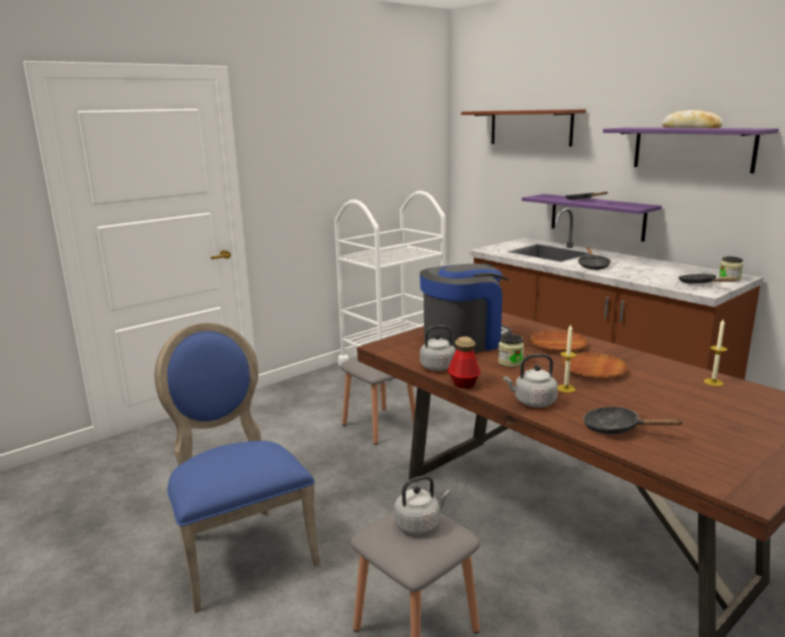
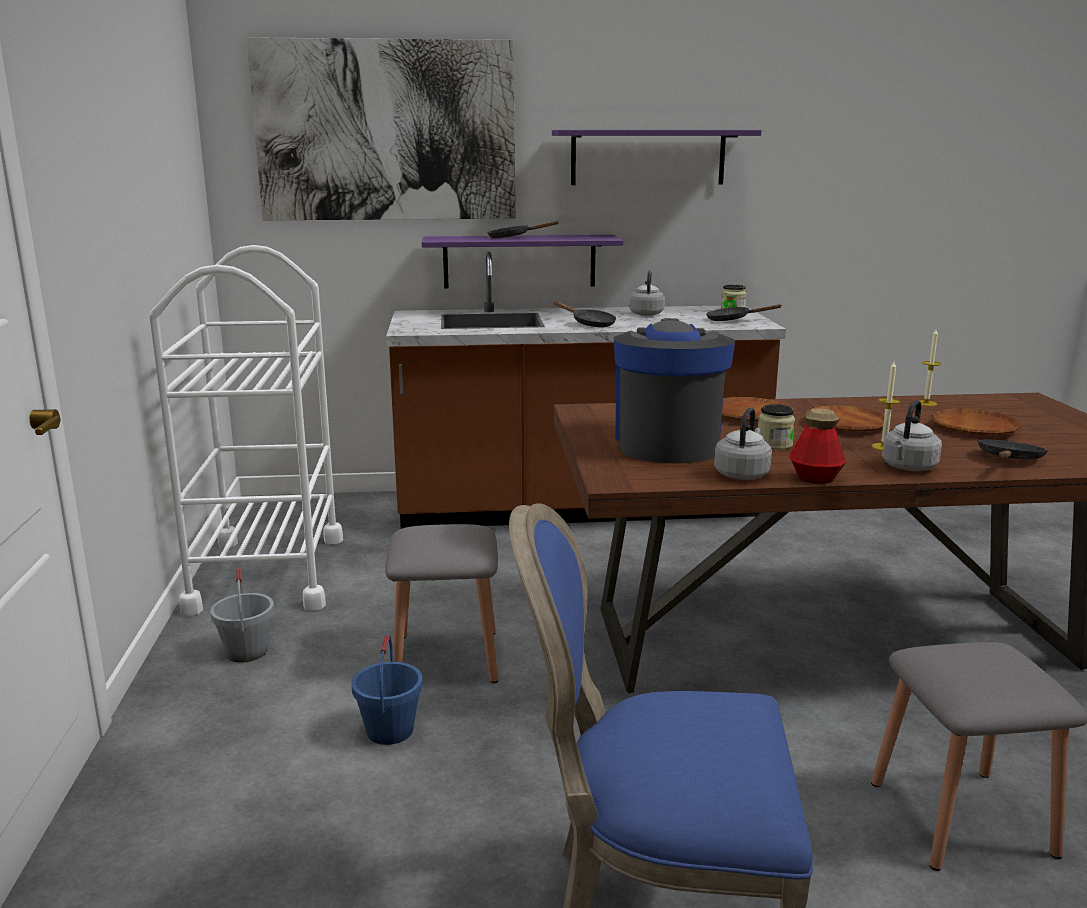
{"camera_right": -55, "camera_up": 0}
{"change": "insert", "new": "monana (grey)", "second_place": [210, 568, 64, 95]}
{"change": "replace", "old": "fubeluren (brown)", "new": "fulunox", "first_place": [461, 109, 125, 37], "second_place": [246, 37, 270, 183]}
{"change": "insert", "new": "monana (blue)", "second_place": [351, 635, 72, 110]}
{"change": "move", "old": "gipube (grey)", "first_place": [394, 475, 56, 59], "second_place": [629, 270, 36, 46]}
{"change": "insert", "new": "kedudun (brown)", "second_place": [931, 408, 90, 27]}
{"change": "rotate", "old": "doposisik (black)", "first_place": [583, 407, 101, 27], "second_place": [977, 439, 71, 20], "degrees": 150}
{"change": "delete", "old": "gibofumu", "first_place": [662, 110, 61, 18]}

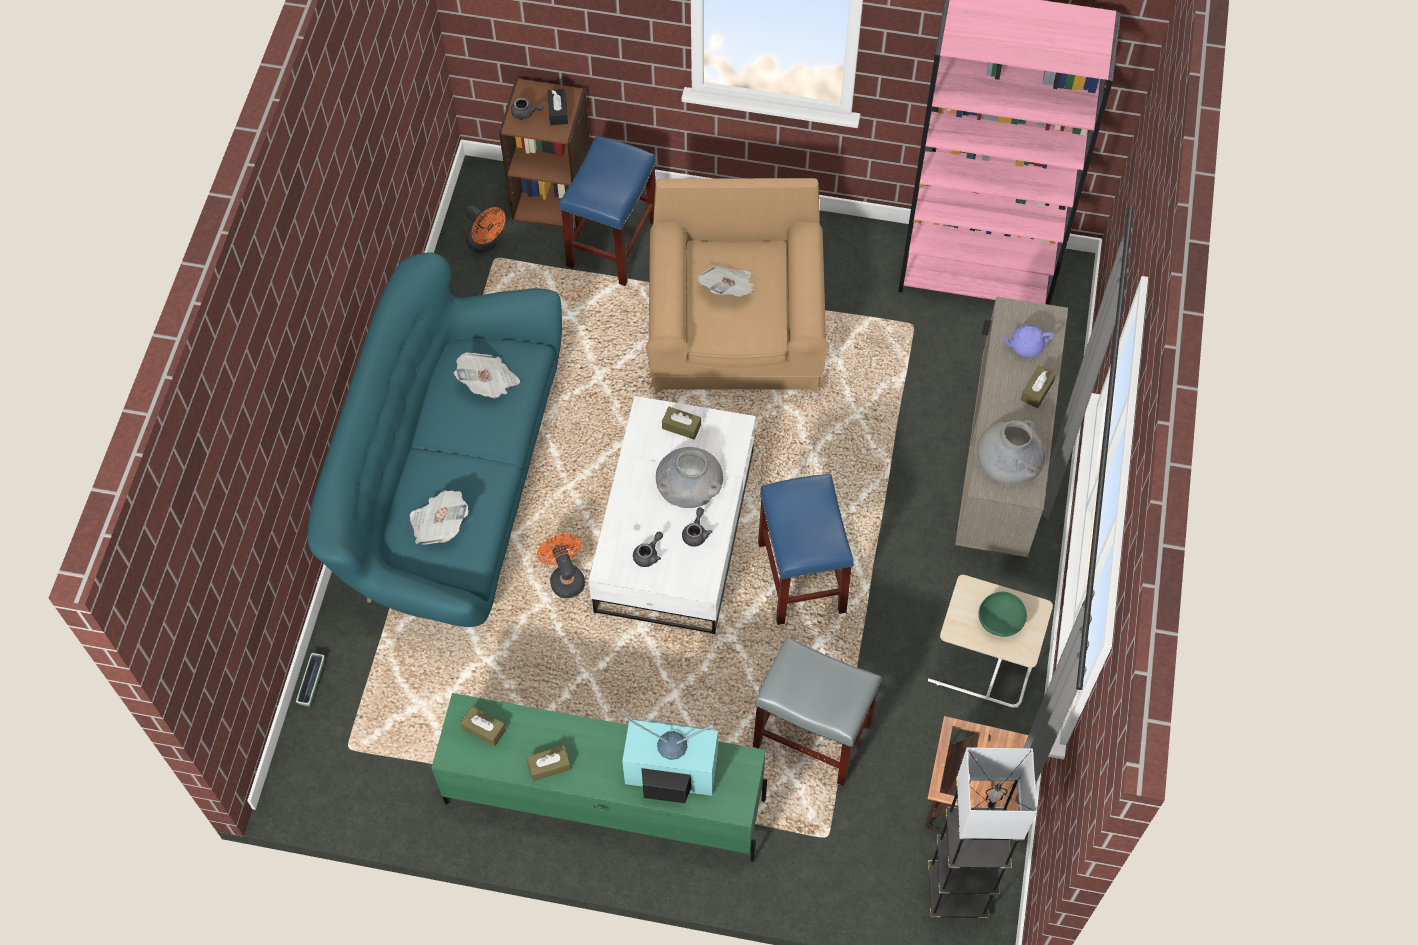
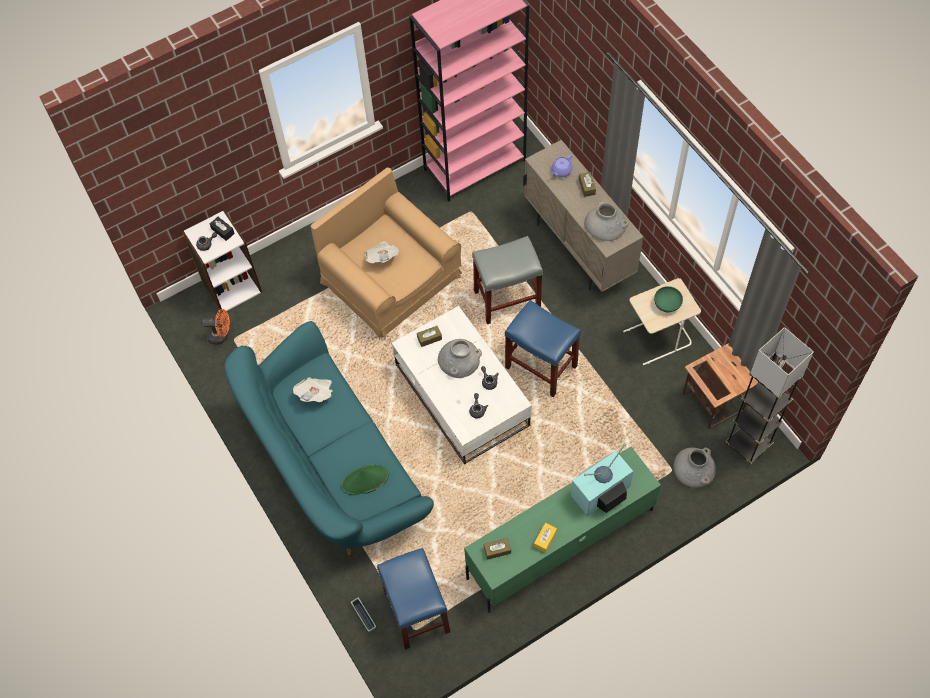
{"camera_right": -40, "camera_up": 0}
{"change": "recolor", "old": "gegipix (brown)", "new": "gegipix (white)", "first_place": [499, 78, 91, 152], "second_place": [182, 210, 80, 103]}
{"change": "replace", "old": "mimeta", "new": "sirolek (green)", "first_place": [410, 490, 58, 55], "second_place": [342, 464, 47, 31]}
{"change": "move", "old": "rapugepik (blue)", "first_place": [560, 136, 96, 150], "second_place": [377, 548, 73, 102]}
{"change": "move", "old": "rapugepik (grey)", "first_place": [753, 637, 129, 149], "second_place": [472, 236, 71, 88]}
{"change": "recolor", "old": "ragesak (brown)", "new": "ragesak (yellow)", "first_place": [526, 745, 45, 36], "second_place": [534, 523, 23, 30]}
{"change": "insert", "new": "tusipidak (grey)", "second_place": [674, 447, 42, 41]}
{"change": "delete", "old": "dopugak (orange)", "first_place": [537, 534, 48, 64]}

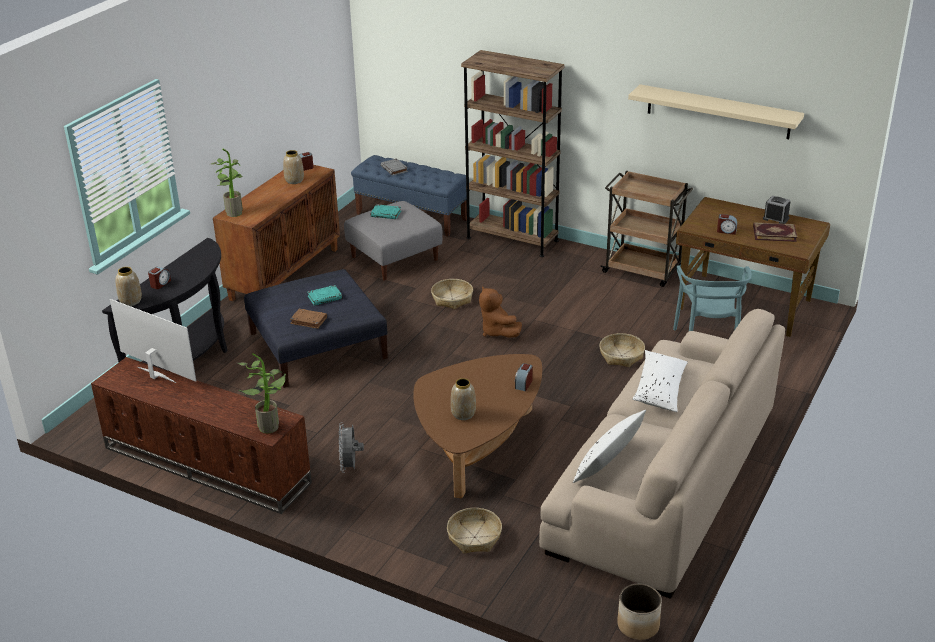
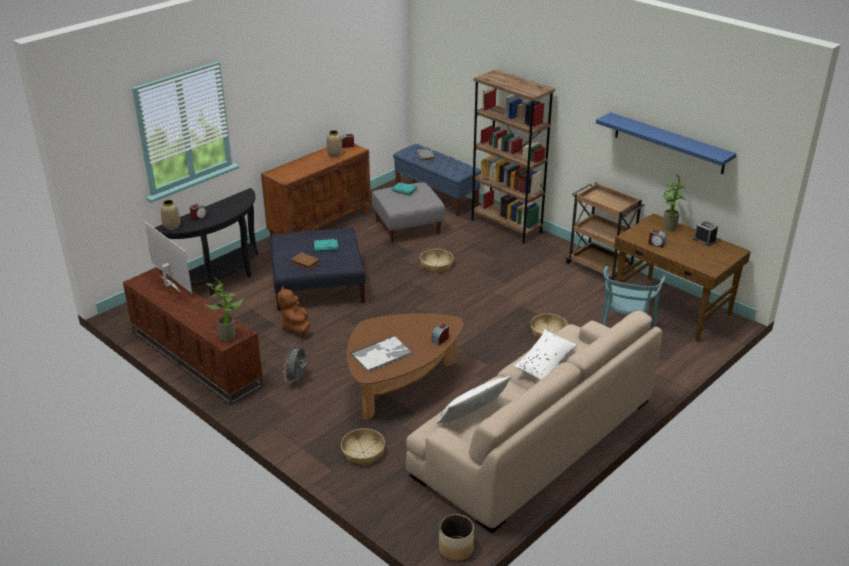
{"camera_right": 15, "camera_up": 0}
{"change": "move", "old": "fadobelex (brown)", "first_place": [479, 286, 43, 52], "second_place": [278, 286, 32, 48]}
{"change": "replace", "old": "tusipidak", "new": "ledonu", "first_place": [451, 378, 25, 42], "second_place": [350, 335, 63, 37]}
{"change": "recolor", "old": "fubeluren (beige)", "new": "fubeluren (blue)", "first_place": [628, 84, 176, 55], "second_place": [596, 112, 140, 62]}
{"change": "move", "old": "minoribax", "first_place": [211, 149, 32, 68], "second_place": [663, 174, 23, 57]}
{"change": "delete", "old": "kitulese", "first_place": [753, 222, 44, 20]}

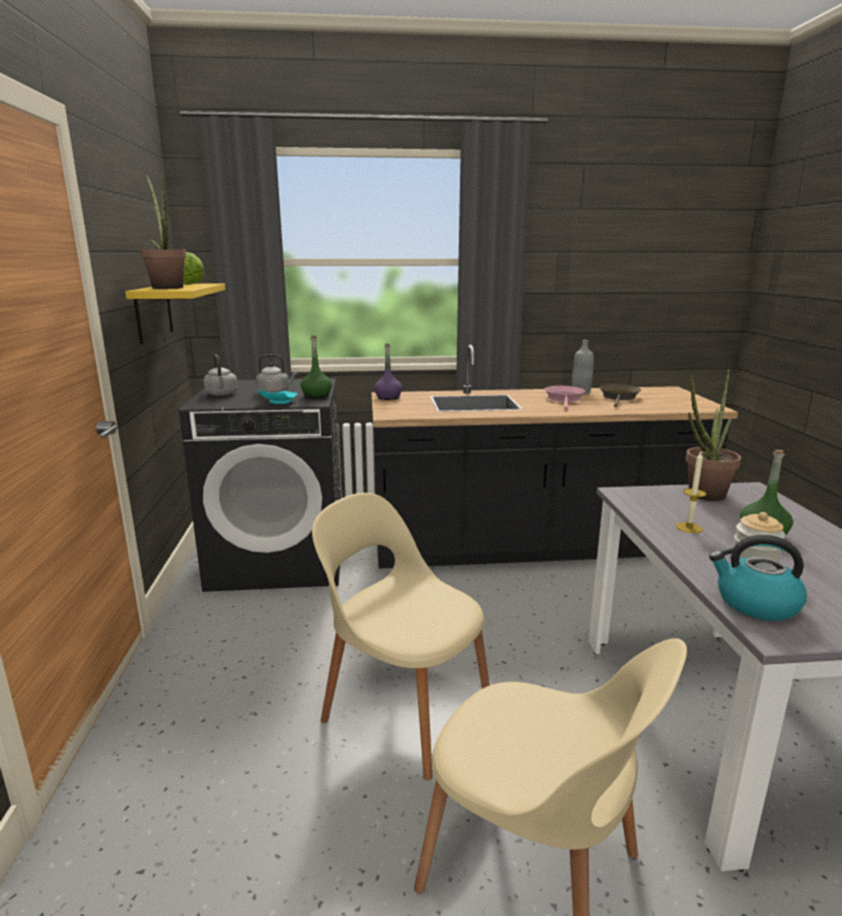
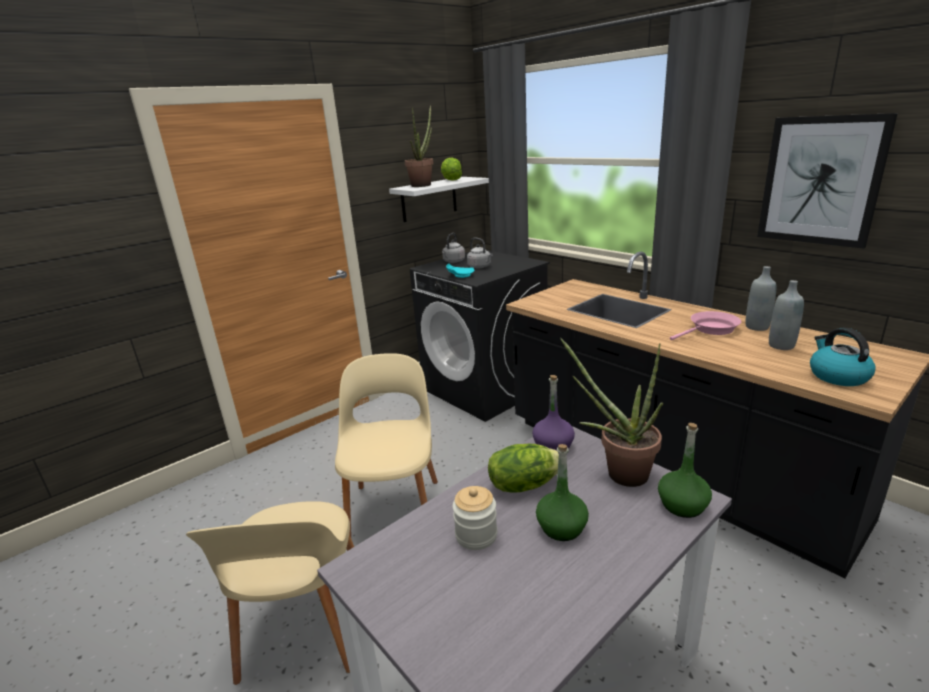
{"camera_right": 55, "camera_up": 5}
{"change": "recolor", "old": "fubeluren (yellow)", "new": "fubeluren (white)", "first_place": [125, 284, 100, 60], "second_place": [389, 177, 100, 45]}
{"change": "replace", "old": "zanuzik", "new": "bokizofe", "first_place": [676, 452, 30, 81], "second_place": [488, 444, 71, 48]}
{"change": "move", "old": "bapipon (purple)", "first_place": [374, 344, 28, 56], "second_place": [532, 375, 43, 75]}
{"change": "move", "old": "bapipon (green)", "first_place": [300, 336, 32, 62], "second_place": [658, 423, 54, 95]}
{"change": "insert", "new": "fulunox", "second_place": [757, 113, 141, 136]}
{"change": "replace", "old": "doposisik (brown)", "new": "bapipon (grey)", "first_place": [599, 384, 42, 23], "second_place": [769, 280, 35, 70]}
{"change": "move", "old": "gipube", "first_place": [709, 535, 98, 86], "second_place": [810, 327, 66, 59]}

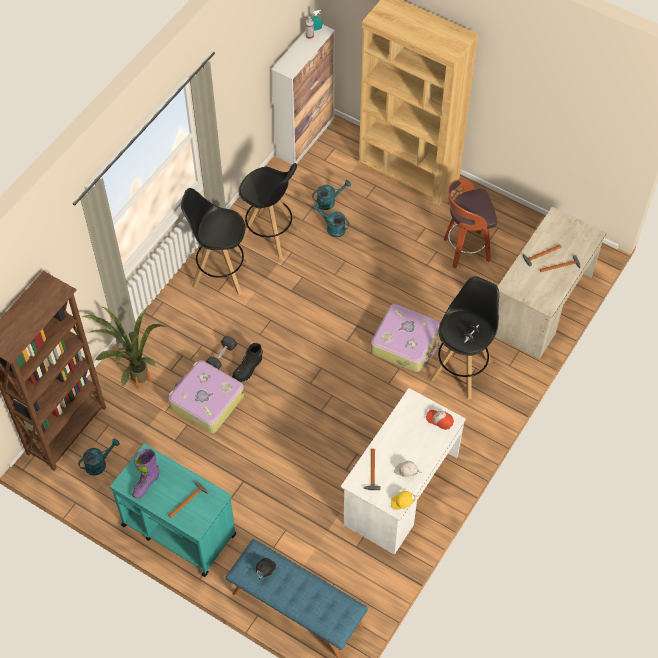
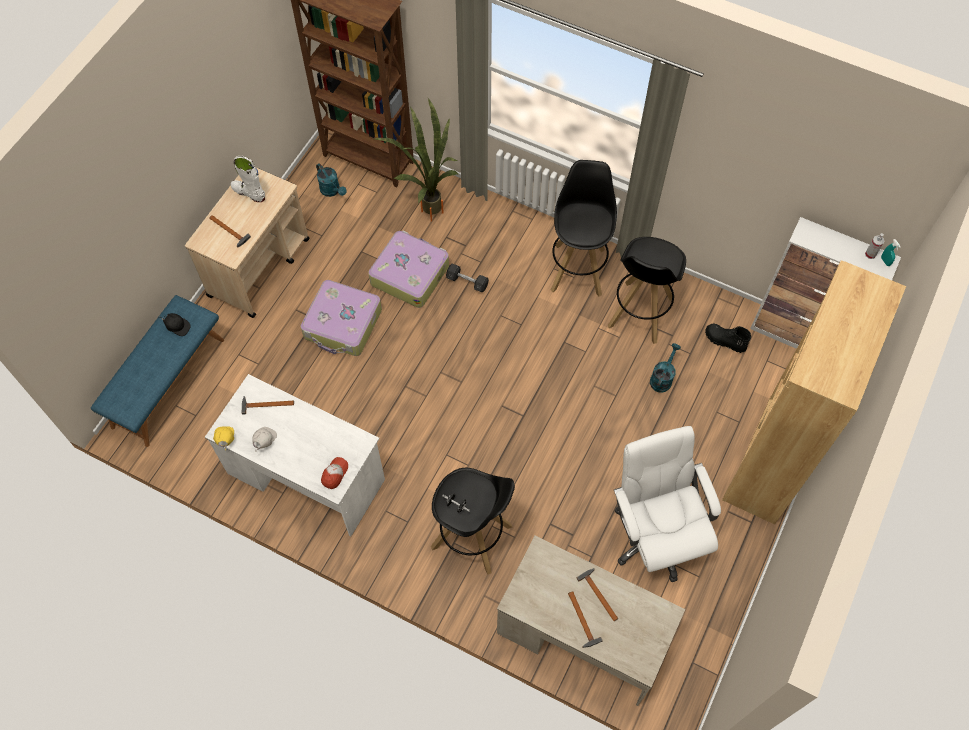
{"camera_right": 85, "camera_up": 5}
{"change": "recolor", "old": "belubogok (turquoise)", "new": "belubogok (beige)", "first_place": [110, 444, 126, 133], "second_place": [185, 167, 125, 151]}
{"change": "recolor", "old": "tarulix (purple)", "new": "tarulix (white)", "first_place": [132, 449, 27, 49], "second_place": [231, 156, 34, 46]}
{"change": "move", "old": "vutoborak", "first_place": [371, 304, 69, 68], "second_place": [301, 280, 81, 76]}
{"change": "replace", "old": "rapugepik", "new": "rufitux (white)", "first_place": [443, 179, 54, 89], "second_place": [614, 426, 107, 156]}
{"change": "move", "old": "tarulix (black)", "first_place": [232, 343, 31, 39], "second_place": [705, 323, 46, 30]}
{"change": "delete", "old": "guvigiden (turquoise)", "first_place": [312, 180, 39, 30]}

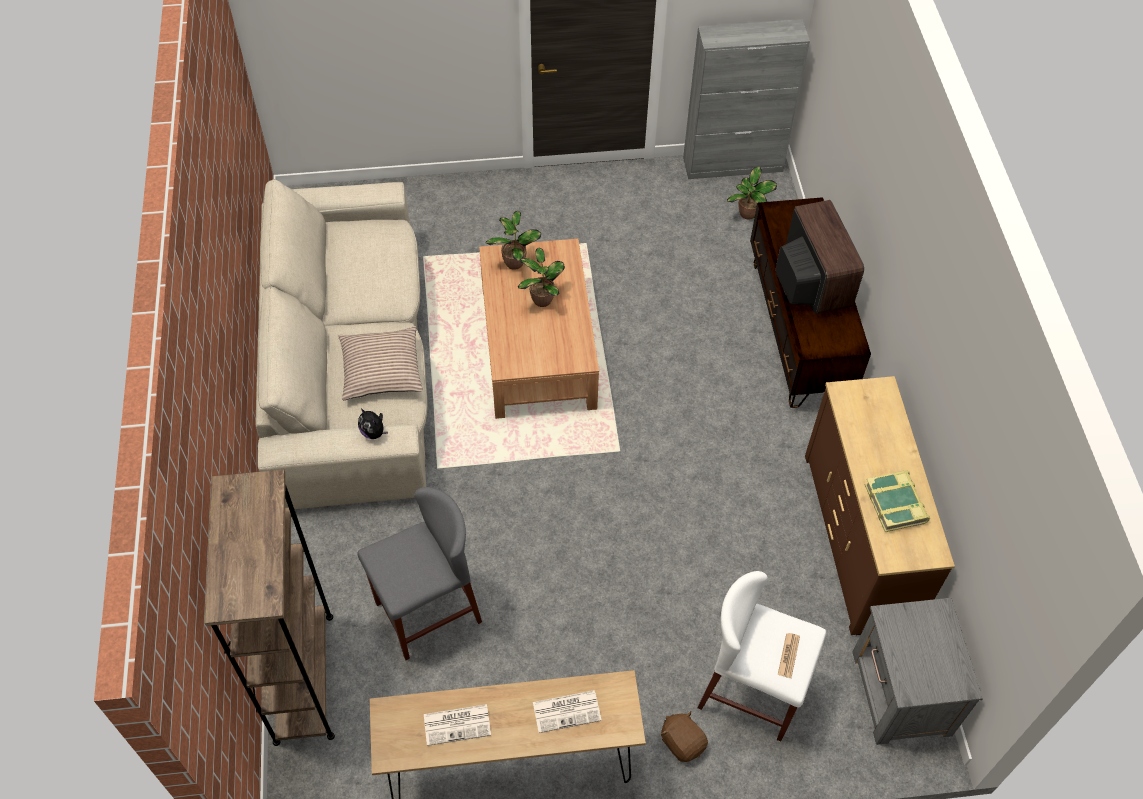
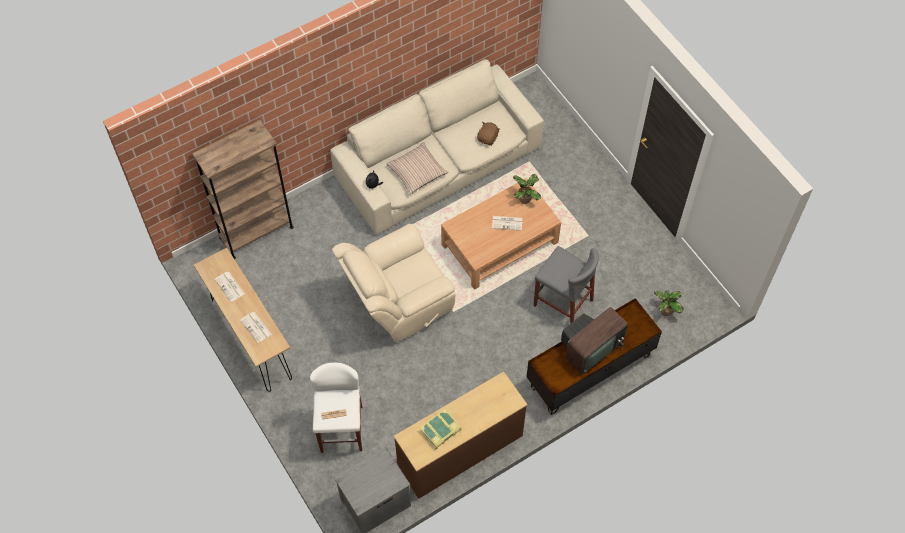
{"camera_right": 65, "camera_up": 5}
{"change": "insert", "new": "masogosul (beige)", "second_place": [332, 224, 123, 118]}
{"change": "move", "old": "fadobelex (brown)", "first_place": [661, 711, 47, 51], "second_place": [477, 122, 23, 24]}
{"change": "replace", "old": "minoribax", "new": "mimeta", "first_place": [518, 248, 47, 59], "second_place": [492, 216, 30, 15]}
{"change": "move", "old": "rapugepik (grey)", "first_place": [358, 487, 124, 173], "second_place": [534, 246, 65, 78]}
{"change": "delete", "old": "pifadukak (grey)", "first_place": [683, 19, 127, 160]}

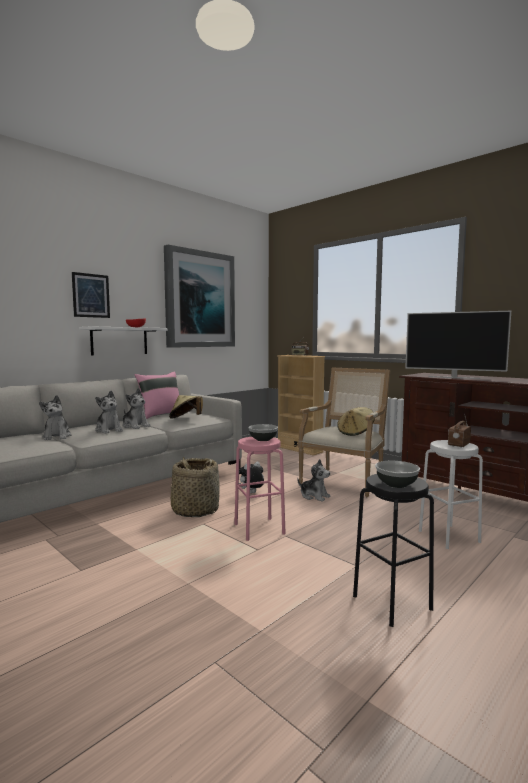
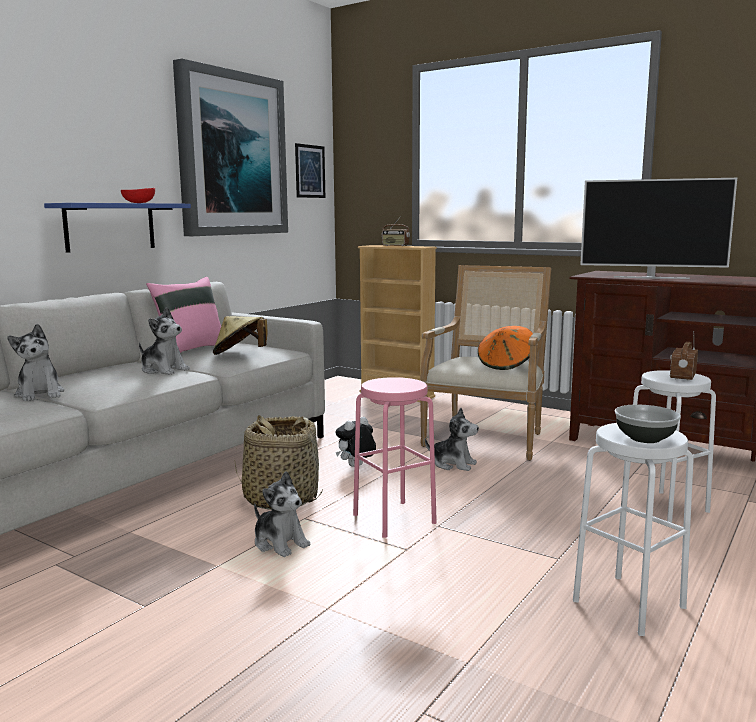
{"camera_right": -10, "camera_up": 5}
{"change": "recolor", "old": "fubeluren (white)", "new": "fubeluren (blue)", "first_place": [79, 326, 88, 29], "second_place": [44, 203, 147, 50]}
{"change": "move", "old": "fadobelex", "first_place": [95, 391, 28, 43], "second_place": [254, 471, 57, 86]}
{"change": "move", "old": "fulunox", "first_place": [72, 272, 38, 46], "second_place": [295, 143, 30, 55]}
{"change": "recolor", "old": "sirolek (beige)", "new": "sirolek (orange)", "first_place": [337, 407, 38, 29], "second_place": [478, 326, 55, 44]}
{"change": "recolor", "old": "rapugepik (black)", "new": "rapugepik (white)", "first_place": [353, 474, 81, 153], "second_place": [573, 423, 121, 213]}
{"change": "delete", "old": "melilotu", "first_place": [248, 424, 30, 17]}

